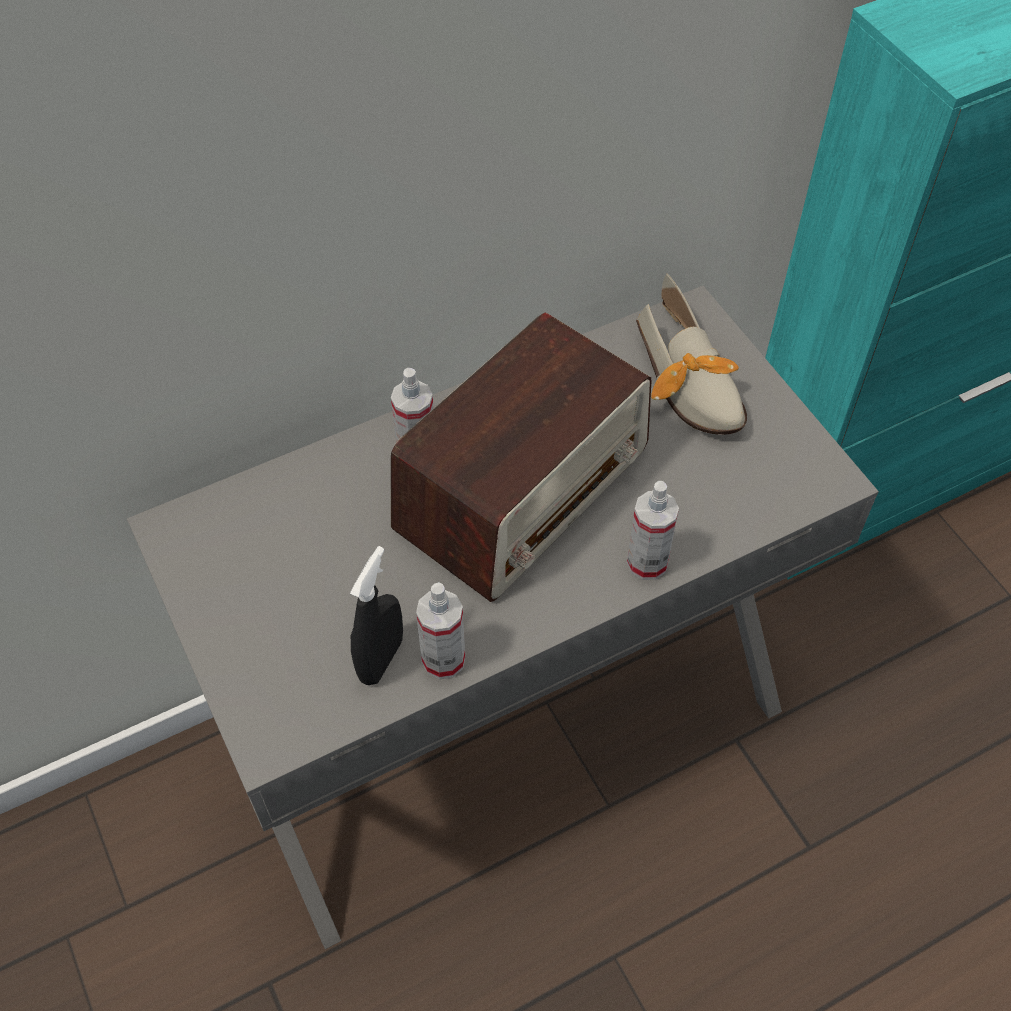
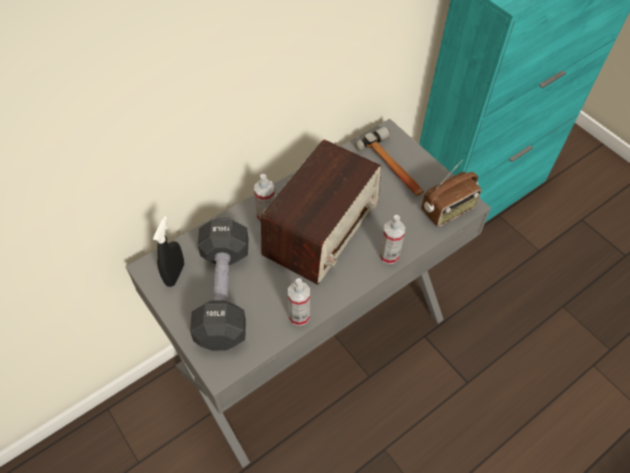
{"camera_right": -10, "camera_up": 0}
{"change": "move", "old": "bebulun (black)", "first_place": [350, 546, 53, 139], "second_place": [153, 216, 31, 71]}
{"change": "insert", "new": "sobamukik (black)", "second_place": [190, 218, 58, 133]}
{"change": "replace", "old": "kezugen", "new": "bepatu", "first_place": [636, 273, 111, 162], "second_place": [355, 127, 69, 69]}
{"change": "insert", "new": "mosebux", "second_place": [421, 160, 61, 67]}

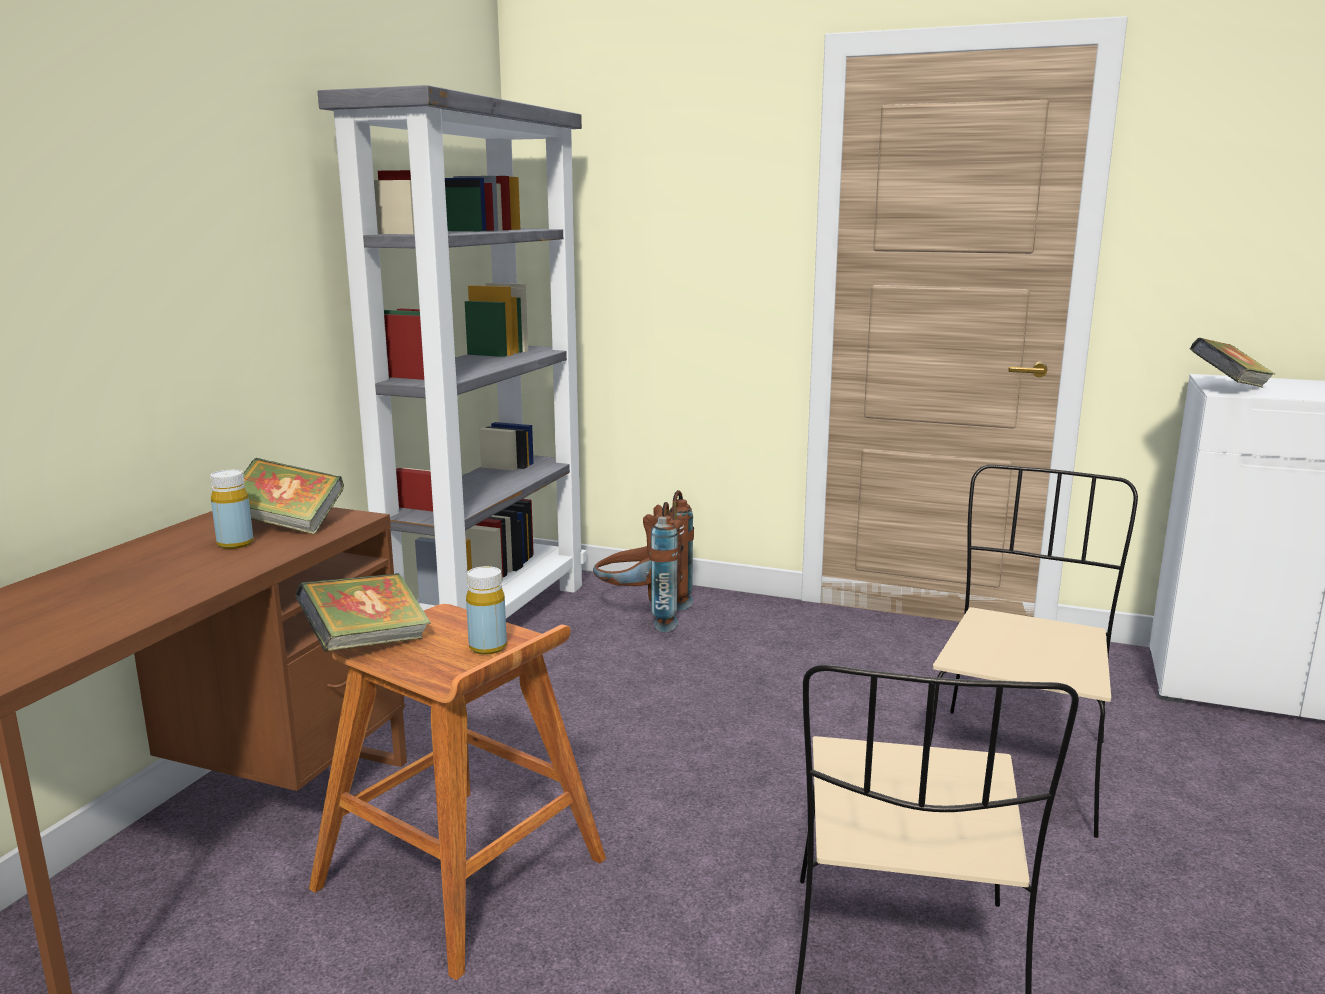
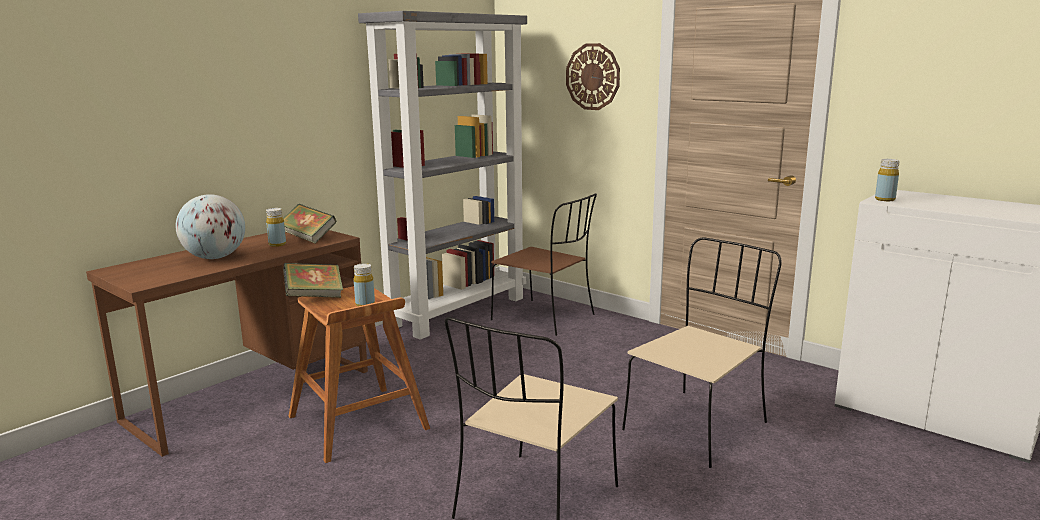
{"camera_right": 20, "camera_up": 0}
{"change": "insert", "new": "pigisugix", "second_place": [176, 194, 69, 65]}
{"change": "replace", "old": "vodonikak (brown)", "new": "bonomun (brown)", "first_place": [593, 490, 101, 142], "second_place": [491, 193, 106, 143]}
{"change": "insert", "new": "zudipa", "second_place": [566, 43, 54, 67]}
{"change": "replace", "old": "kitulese", "new": "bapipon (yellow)", "first_place": [1190, 338, 85, 50], "second_place": [875, 159, 25, 42]}

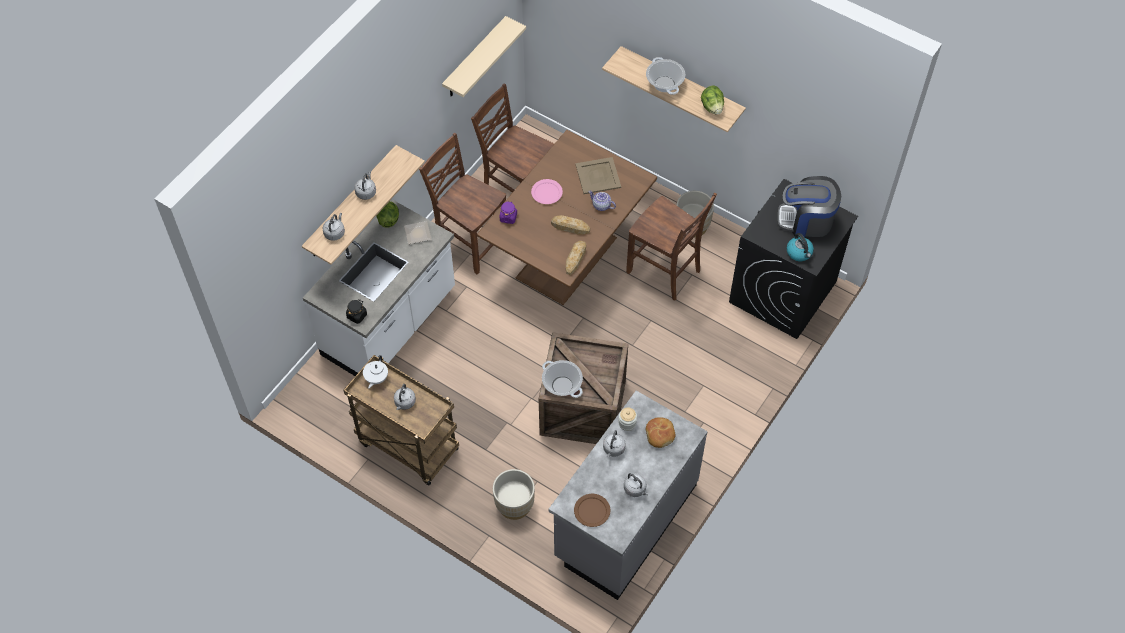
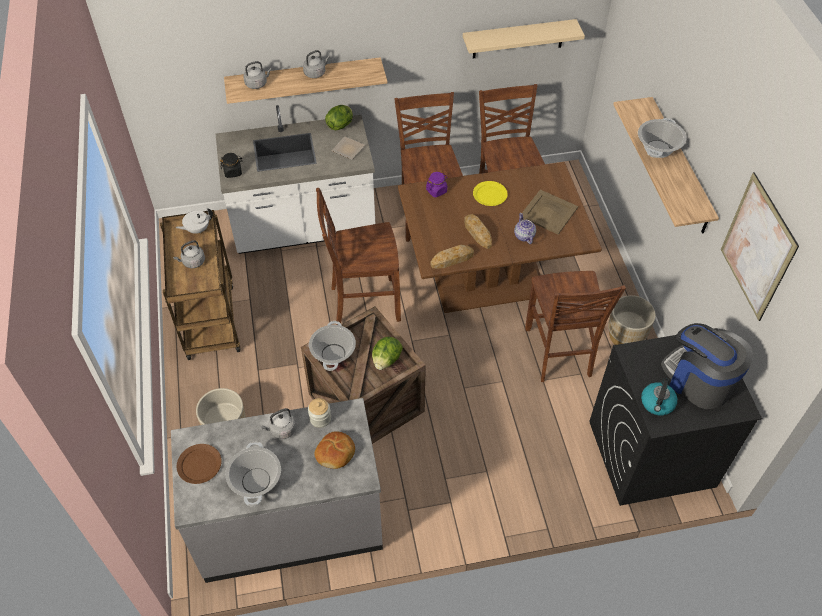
{"camera_right": 45, "camera_up": -5}
{"change": "replace", "old": "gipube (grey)", "new": "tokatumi", "first_place": [624, 473, 25, 24], "second_place": [225, 441, 56, 65]}
{"change": "insert", "new": "bonomun (brown)", "second_place": [316, 188, 85, 137]}
{"change": "move", "old": "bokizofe", "first_place": [701, 86, 23, 29], "second_place": [372, 337, 31, 33]}
{"change": "recolor", "old": "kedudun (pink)", "new": "kedudun (yellow)", "first_place": [531, 179, 32, 25], "second_place": [473, 181, 35, 25]}
{"change": "insert", "new": "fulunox", "second_place": [721, 172, 78, 149]}

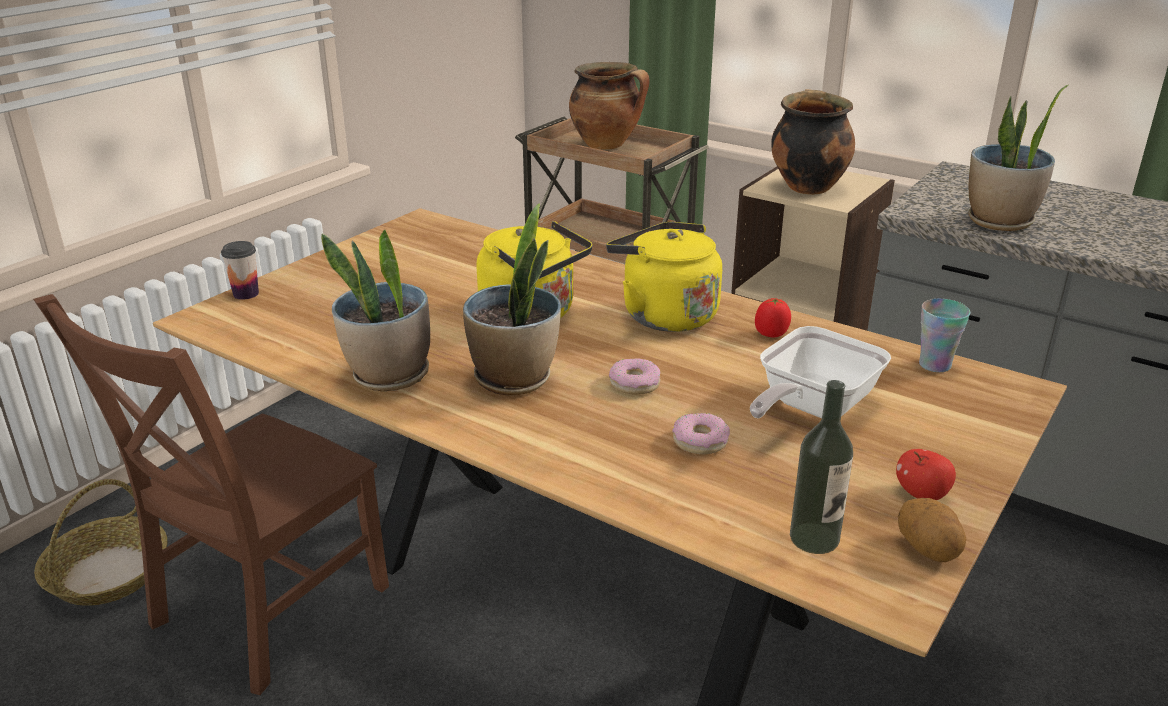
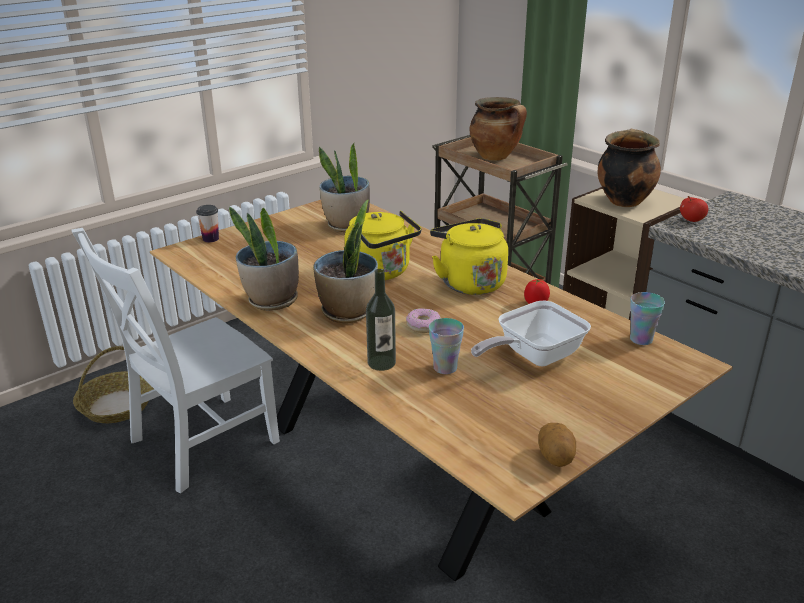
{"camera_right": 15, "camera_up": 0}
{"change": "recolor", "old": "bonomun (brown)", "new": "bonomun (white)", "first_place": [33, 294, 356, 401], "second_place": [72, 228, 208, 265]}
{"change": "move", "old": "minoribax", "first_place": [968, 85, 100, 146], "second_place": [319, 143, 51, 89]}
{"change": "move", "old": "bapipon", "first_place": [790, 380, 63, 174], "second_place": [366, 269, 30, 102]}
{"change": "replace", "old": "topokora", "new": "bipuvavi", "first_place": [672, 413, 58, 42], "second_place": [429, 318, 35, 56]}
{"change": "move", "old": "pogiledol", "first_place": [896, 449, 60, 51], "second_place": [680, 196, 28, 26]}

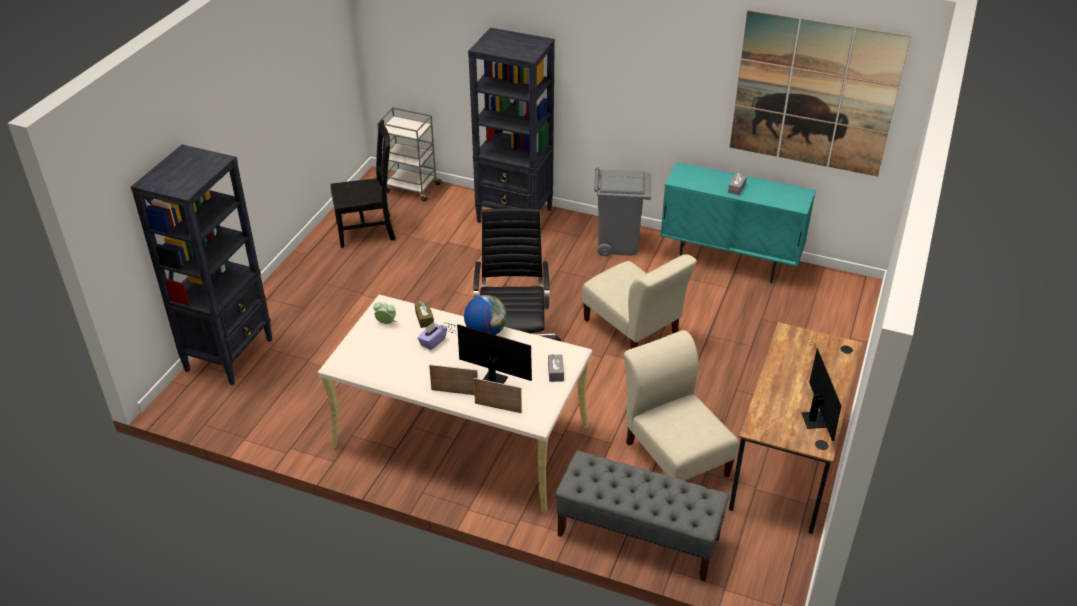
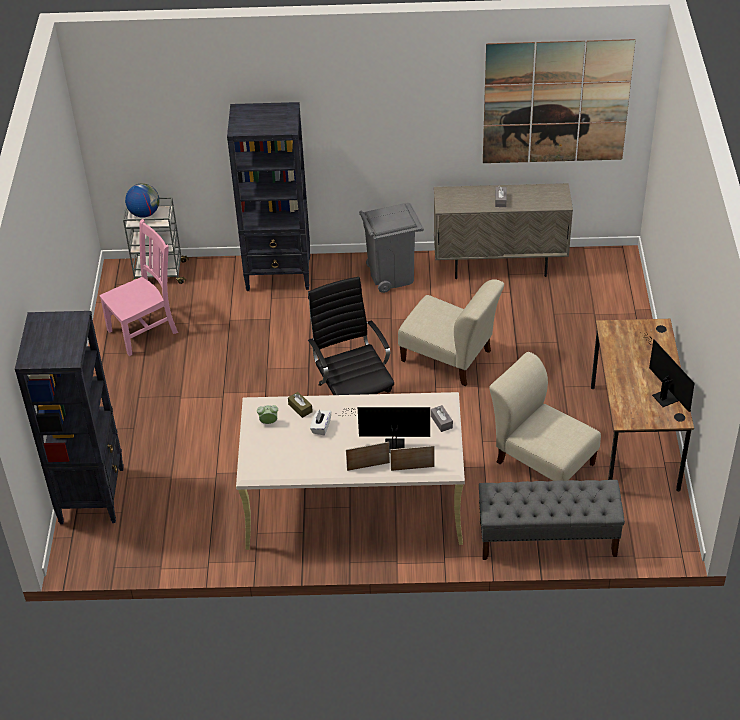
{"camera_right": -20, "camera_up": 5}
{"change": "recolor", "old": "bonomun (black)", "new": "bonomun (pink)", "first_place": [331, 119, 65, 129], "second_place": [99, 219, 79, 137]}
{"change": "move", "old": "pigisugix", "first_place": [464, 295, 43, 40], "second_place": [125, 183, 35, 35]}
{"change": "recolor", "old": "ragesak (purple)", "new": "ragesak (white)", "first_place": [417, 322, 30, 28], "second_place": [310, 410, 21, 25]}
{"change": "recolor", "old": "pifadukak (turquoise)", "new": "pifadukak (beige)", "first_place": [660, 162, 156, 122], "second_place": [434, 183, 139, 96]}

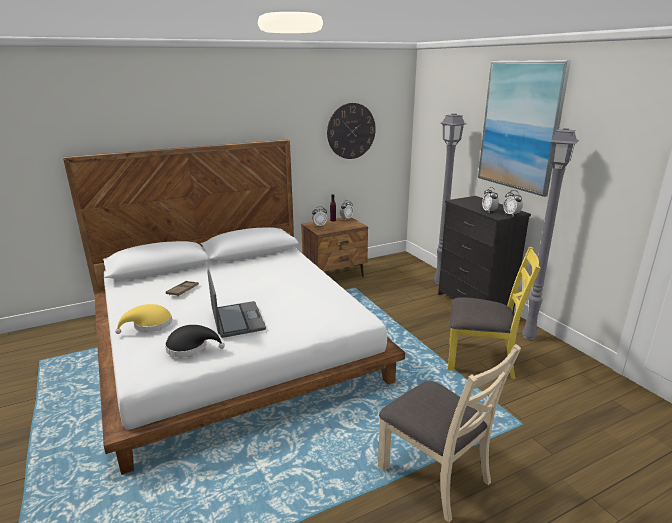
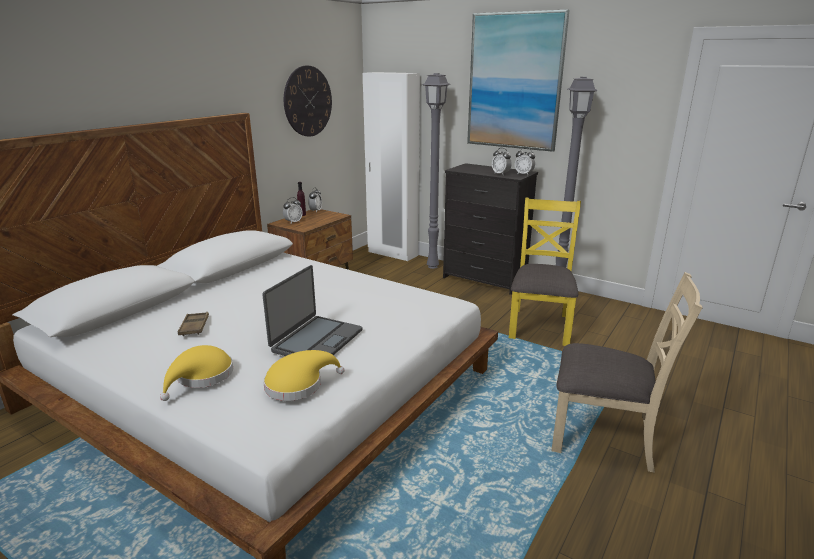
{"camera_right": -30, "camera_up": 0}
{"change": "rotate", "old": "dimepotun", "first_place": [207, 270, 59, 68], "second_place": [262, 265, 100, 91], "degrees": 75}
{"change": "recolor", "old": "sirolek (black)", "new": "sirolek (yellow)", "first_place": [165, 325, 60, 32], "second_place": [263, 350, 82, 51]}
{"change": "insert", "new": "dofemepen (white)", "second_place": [363, 72, 57, 189]}
{"change": "rotate", "old": "bonomun (yellow)", "first_place": [448, 246, 93, 133], "second_place": [509, 198, 72, 148], "degrees": -60}

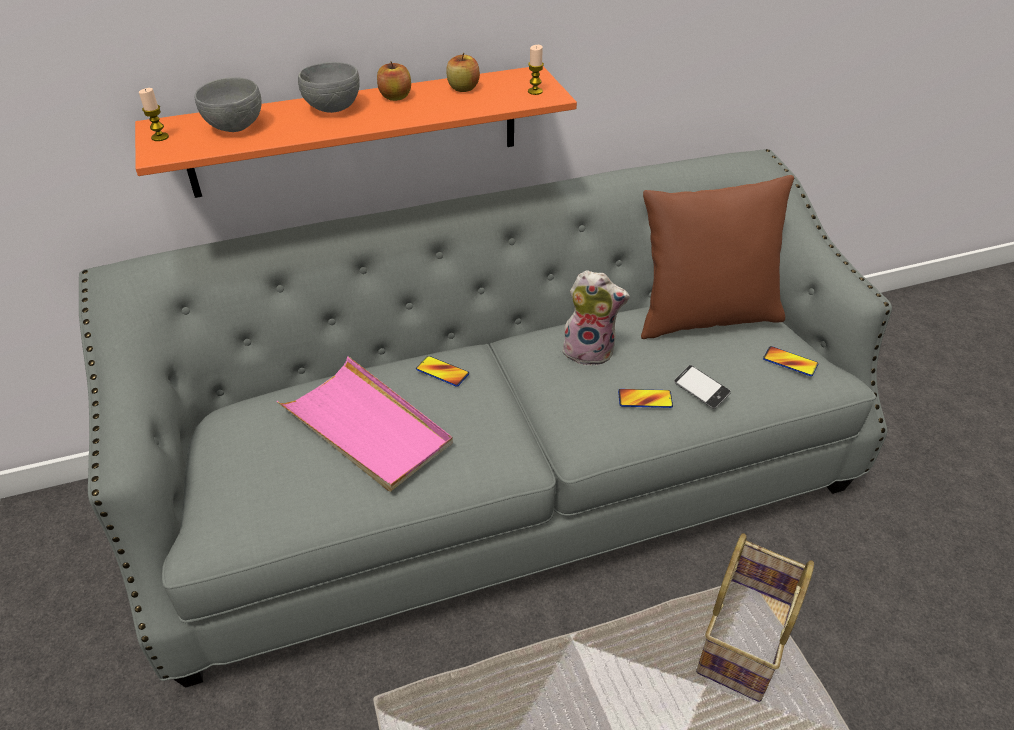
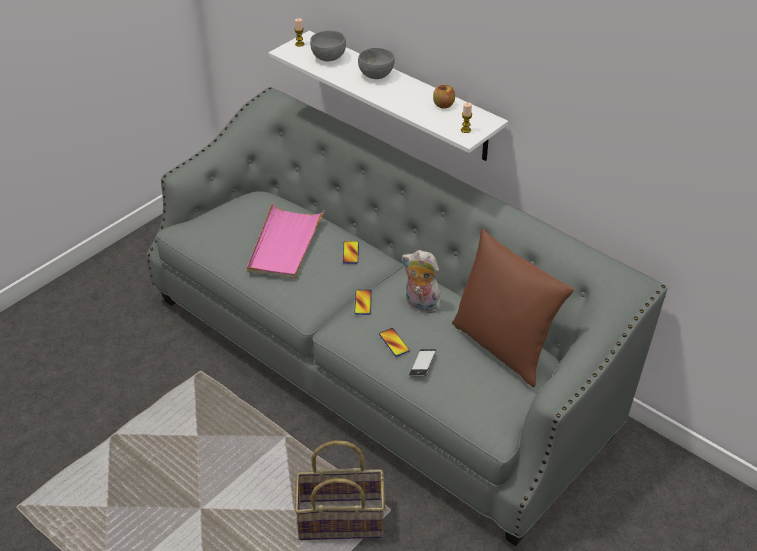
{"camera_right": 60, "camera_up": 0}
{"change": "recolor", "old": "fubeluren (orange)", "new": "fubeluren (white)", "first_place": [135, 66, 442, 132], "second_place": [269, 31, 239, 130]}
{"change": "move", "old": "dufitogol", "first_place": [763, 346, 55, 30], "second_place": [355, 290, 17, 25]}
{"change": "rotate", "old": "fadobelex", "first_place": [560, 270, 70, 96], "second_place": [402, 250, 39, 63], "degrees": 135}
{"change": "delete", "old": "pogiledol", "first_place": [377, 62, 34, 39]}

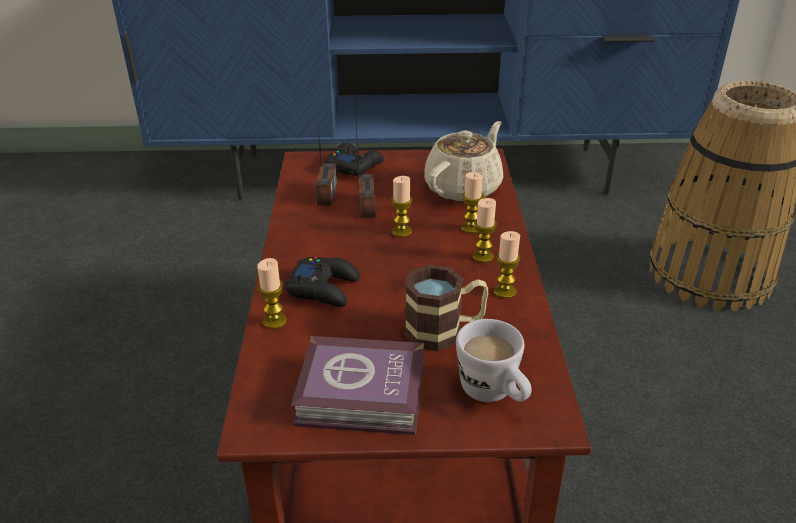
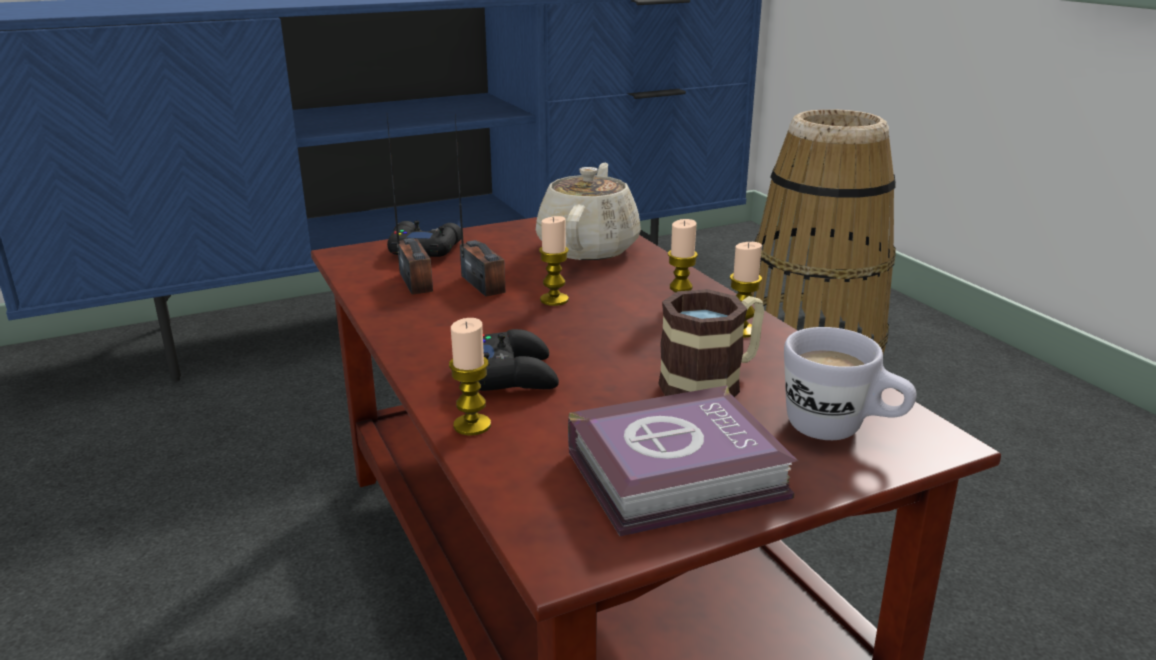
{"camera_right": -25, "camera_up": -10}
{"change": "delete", "old": "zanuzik", "first_place": [461, 172, 23, 62]}

